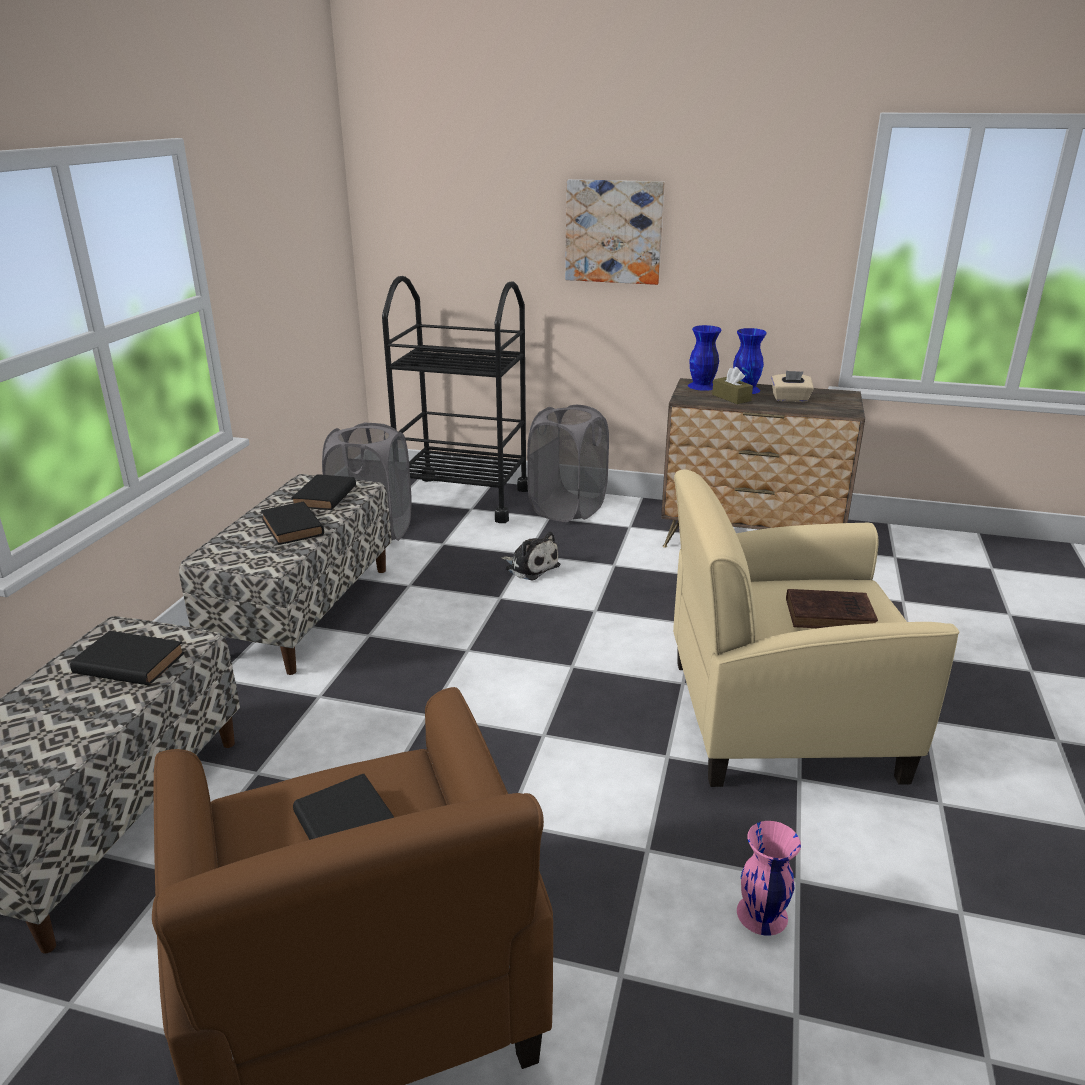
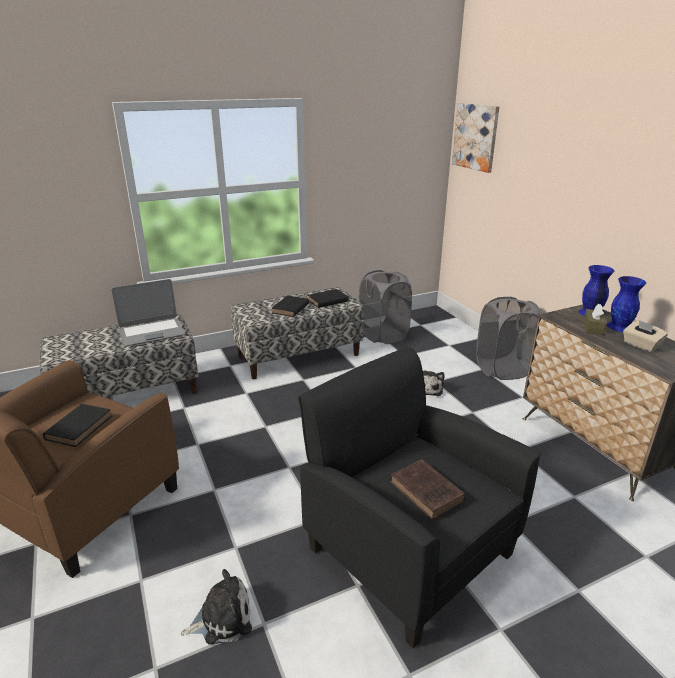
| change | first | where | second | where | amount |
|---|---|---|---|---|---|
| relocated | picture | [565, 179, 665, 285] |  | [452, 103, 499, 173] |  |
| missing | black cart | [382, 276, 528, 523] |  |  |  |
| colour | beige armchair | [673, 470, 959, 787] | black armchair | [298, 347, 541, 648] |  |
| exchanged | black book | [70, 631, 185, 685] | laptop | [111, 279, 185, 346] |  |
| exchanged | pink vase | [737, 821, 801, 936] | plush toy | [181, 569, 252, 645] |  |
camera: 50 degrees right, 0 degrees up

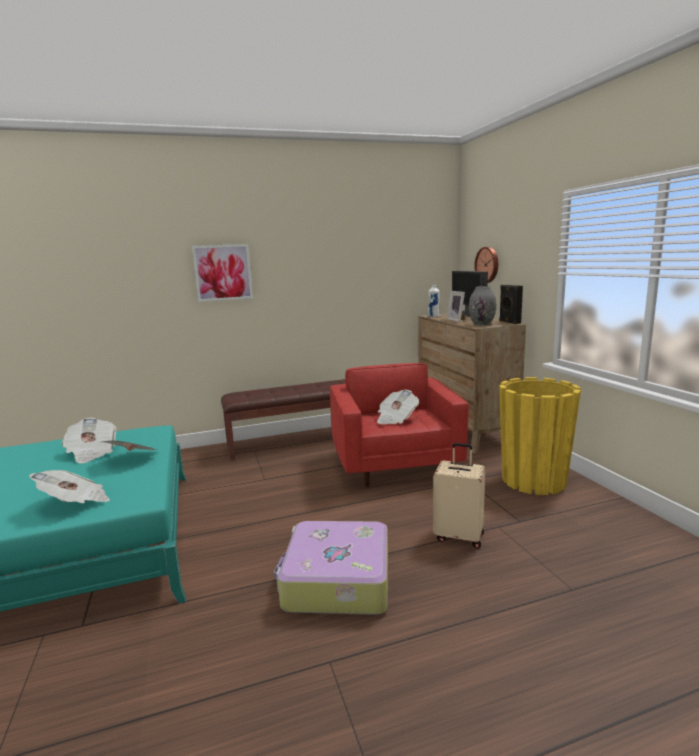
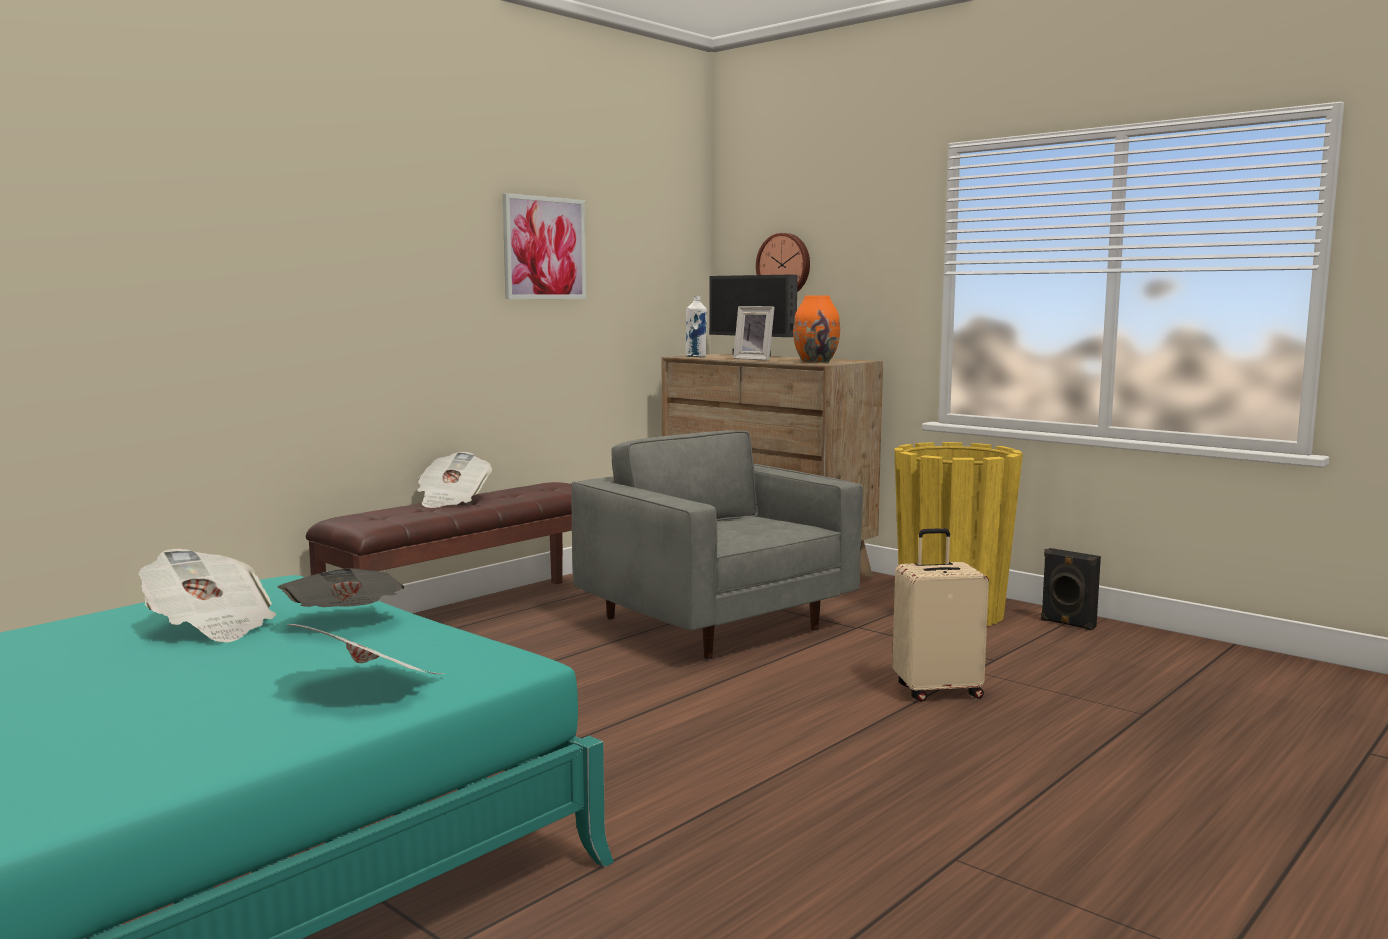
| change | first | where | second | where | amount |
|---|---|---|---|---|---|
| relocated | picture | [192, 244, 253, 302] |  | [503, 193, 586, 299] |  |
| relocated | black speaker | [499, 285, 523, 324] |  | [1041, 548, 1101, 631] |  |
| colour | grey vase | [469, 286, 496, 325] | orange vase | [793, 296, 840, 363] |  |
| colour | red armchair | [330, 363, 469, 487] | grey armchair | [571, 431, 863, 660] |  |
| relocated | newspaper | [377, 390, 419, 424] |  | [417, 452, 492, 508] |  |
| missing | suitcase | [274, 521, 388, 615] |  |  |  |
camera: 30 degrees left, 5 degrees down

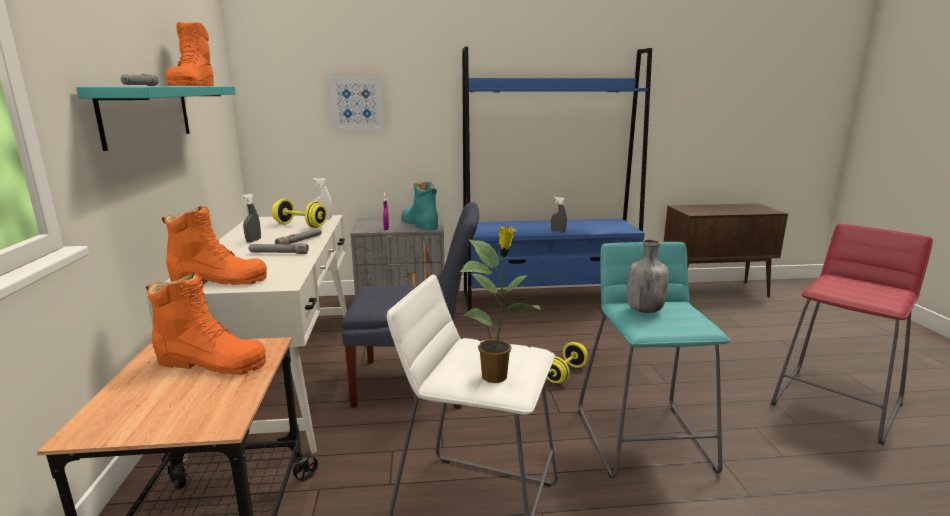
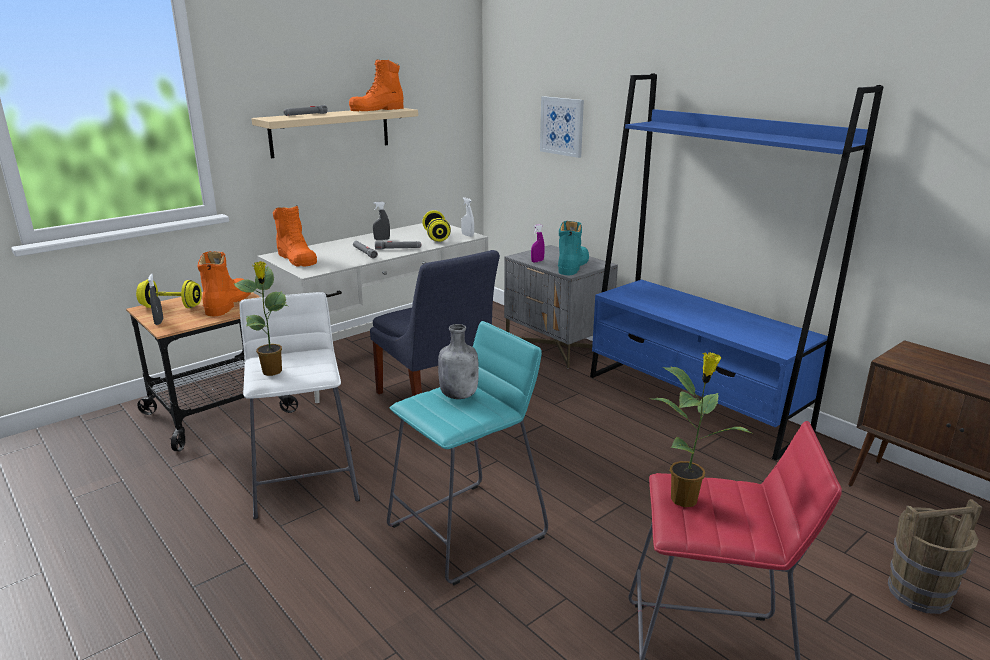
| change | first | where | second | where | amount |
|---|---|---|---|---|---|
| colour | turquoise shelf | [76, 87, 236, 151] | beige shelf | [251, 108, 418, 158] |  |
| relocated | grey spray bottle | [551, 197, 567, 232] |  | [148, 274, 163, 325] |  |
| spun | orange boot | [146, 272, 266, 375] |  | [198, 251, 251, 316] | 150 degrees counterclockwise |
| relocated | yellow dumbbell | [547, 342, 588, 383] |  | [136, 279, 202, 308] |  |
| appeared |  |  | potted plant | [648, 352, 754, 507] |  |
| appeared |  |  | brown bucket | [888, 499, 983, 614] |  |
camera: 55 degrees right, 5 degrees up

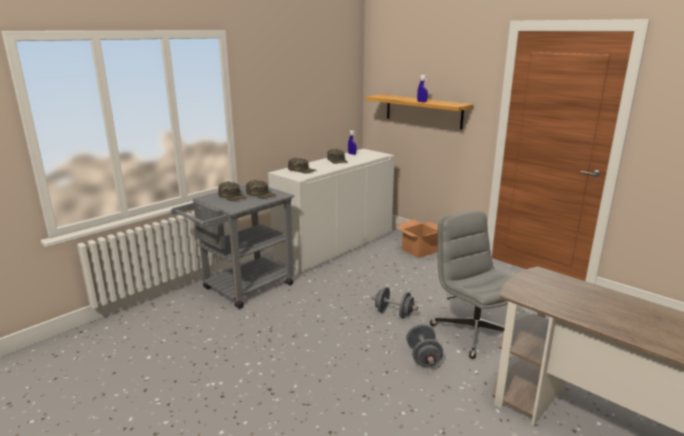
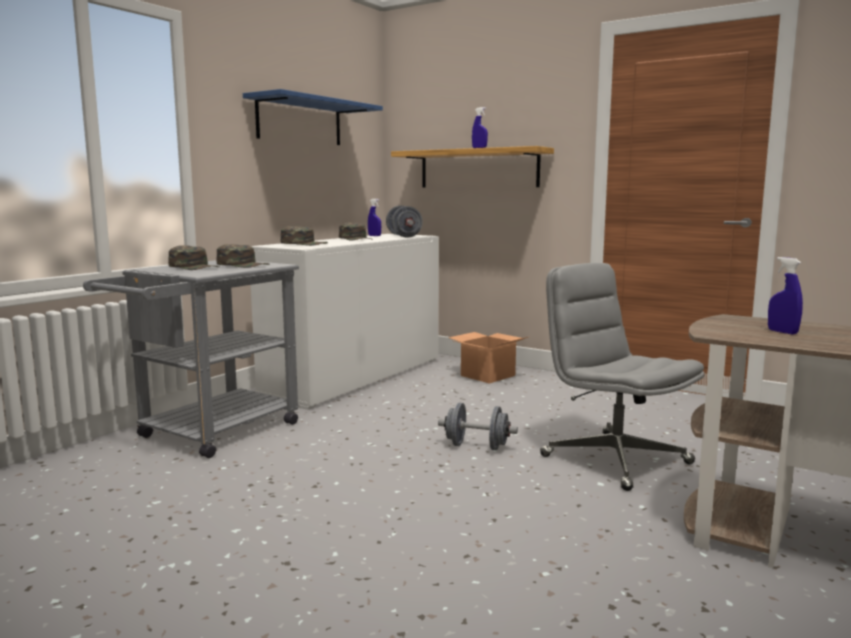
| change | first | where | second | where | amount |
|---|---|---|---|---|---|
| relocated | grey dumbbell | [406, 324, 443, 367] |  | [386, 206, 423, 237] |  |
| appeared |  |  | blue shelf | [243, 89, 383, 145] |  |
| appeared |  |  | blue spray bottle | [768, 257, 803, 334] |  |
camera: 10 degrees left, 10 degrees down

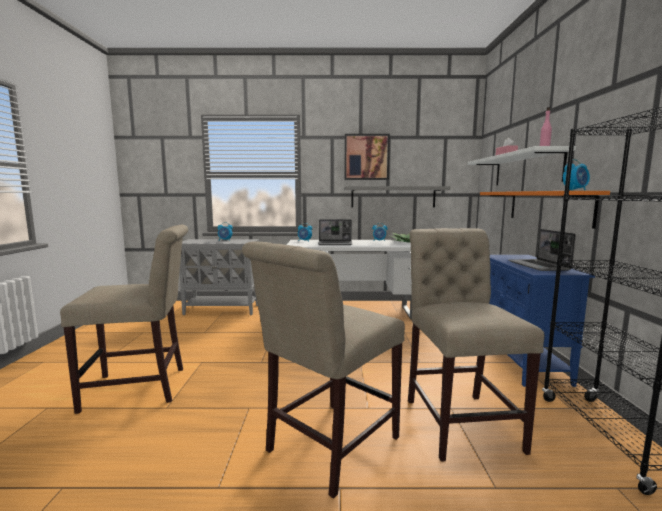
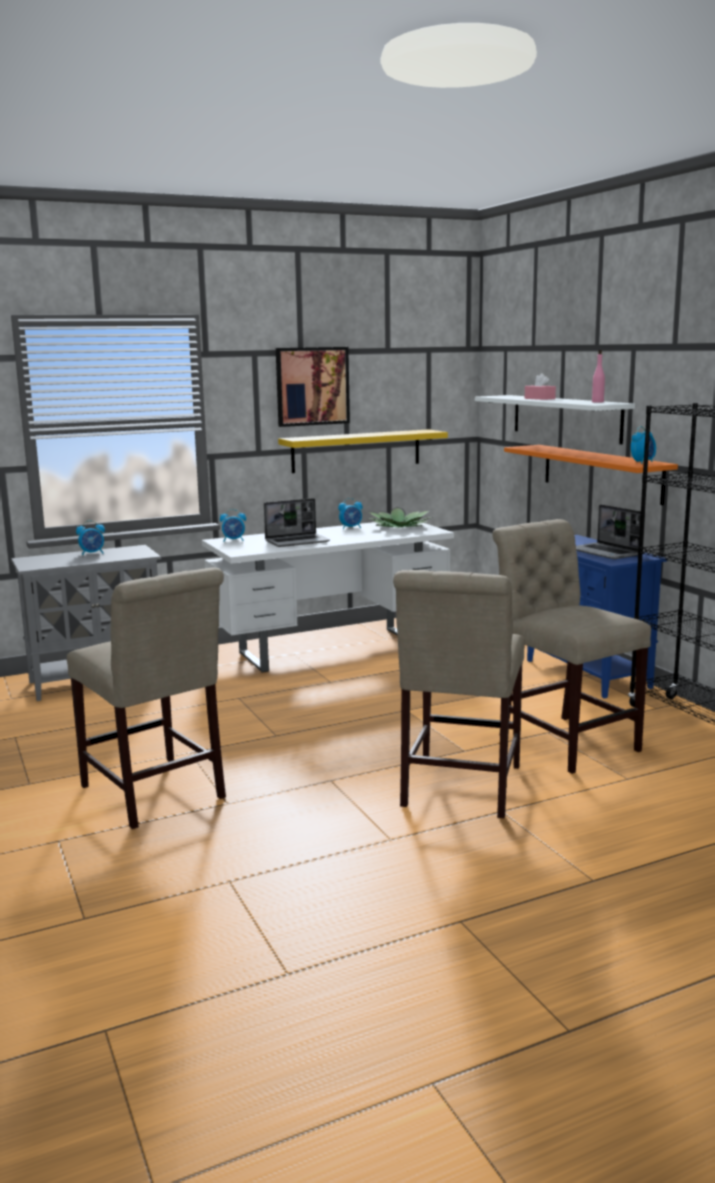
| change | first | where | second | where | amount |
|---|---|---|---|---|---|
| colour | grey shelf | [344, 186, 451, 207] | yellow shelf | [278, 429, 448, 473] |  |
| spun | beige chair | [60, 225, 188, 414] |  | [67, 568, 226, 829] | 90 degrees clockwise |
camera: 25 degrees left, 5 degrees up

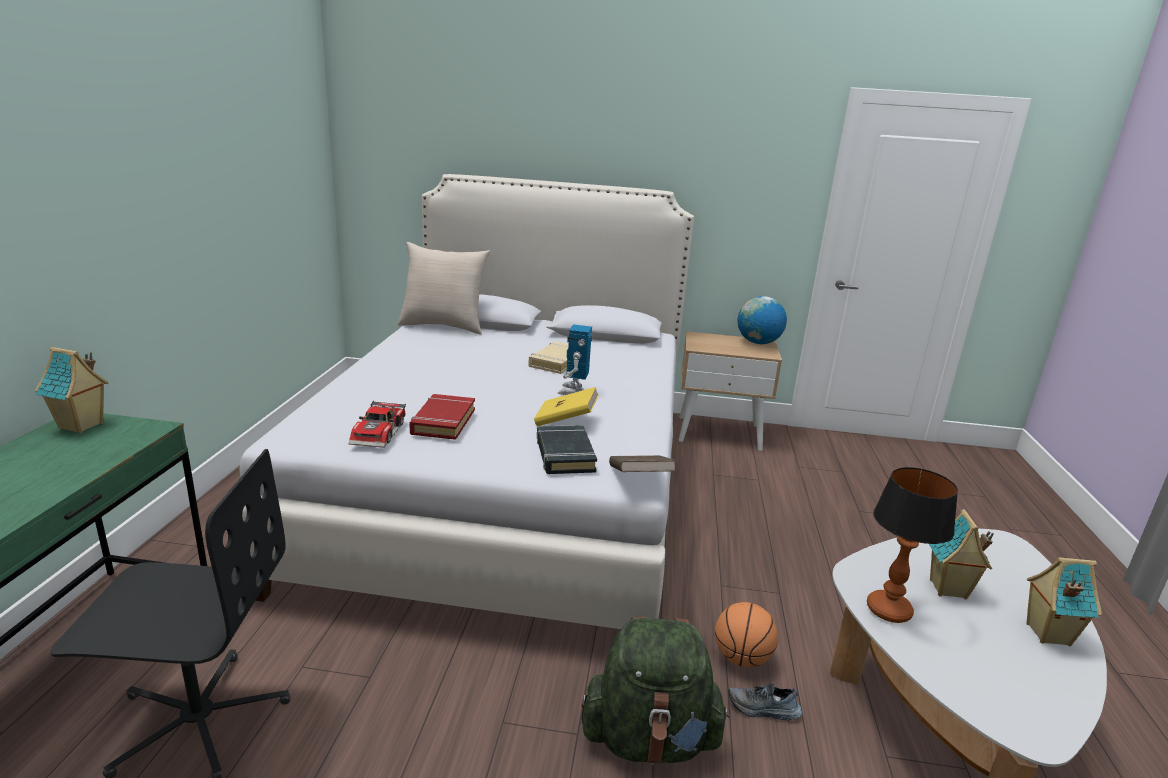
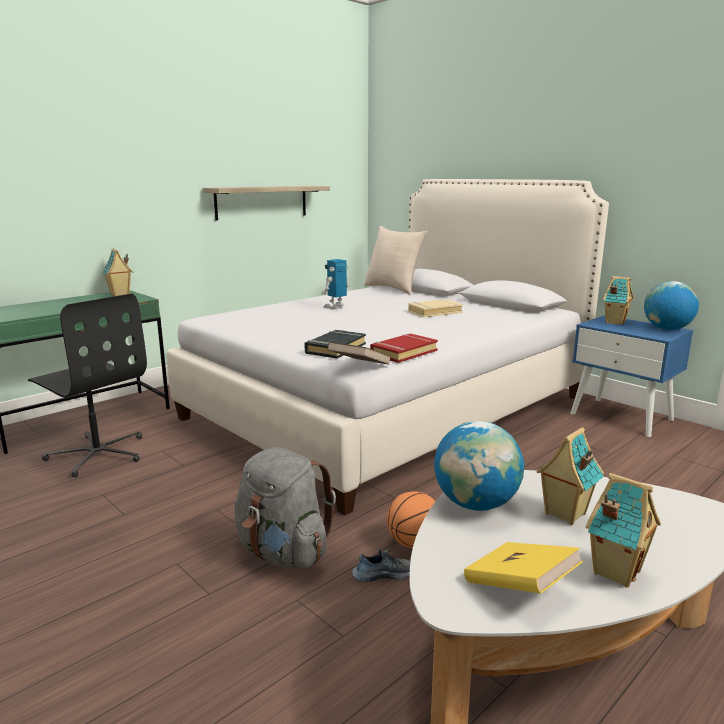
| change | first | where | second | where | amount |
|---|---|---|---|---|---|
| relocated | toy robot | [558, 324, 592, 395] |  | [321, 259, 349, 309] |  |
| colour | beige nightstand | [678, 331, 782, 451] | blue nightstand | [570, 315, 693, 437] |  |
| relocated | yellow book | [534, 387, 599, 426] |  | [464, 542, 583, 593] |  |
| relocated | red book | [409, 394, 475, 440] |  | [370, 334, 438, 363] |  |
| missing | toy car | [349, 401, 406, 448] |  |  |  |
| exchanged | table lamp | [867, 467, 958, 623] | globe | [434, 421, 524, 511] |  |
| colour | green backpack | [581, 617, 730, 765] | grey backpack | [235, 447, 336, 568] |  |
| spun | shoe | [728, 682, 802, 721] |  | [352, 550, 411, 582] | 120 degrees clockwise |
| appeared |  |  | shelf | [202, 186, 330, 221] |  |
| appeared |  |  | toy house | [603, 276, 633, 325] |  |
camera: 40 degrees right, 5 degrees down

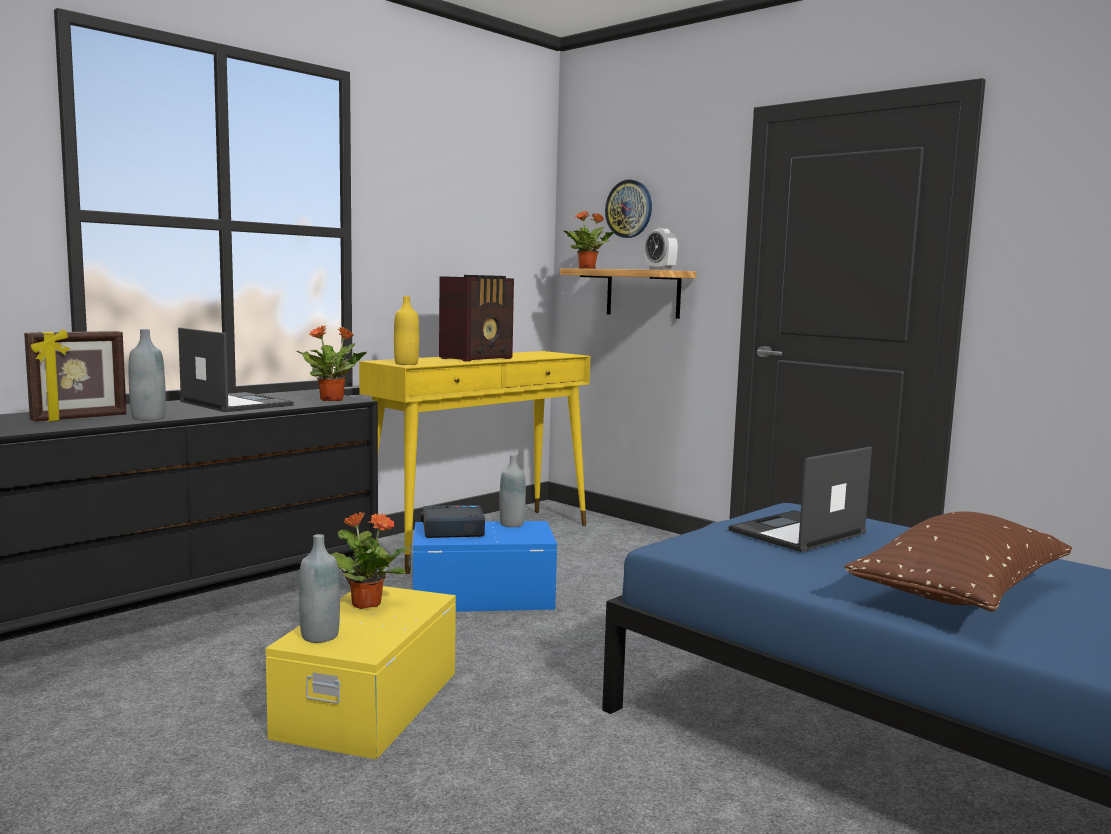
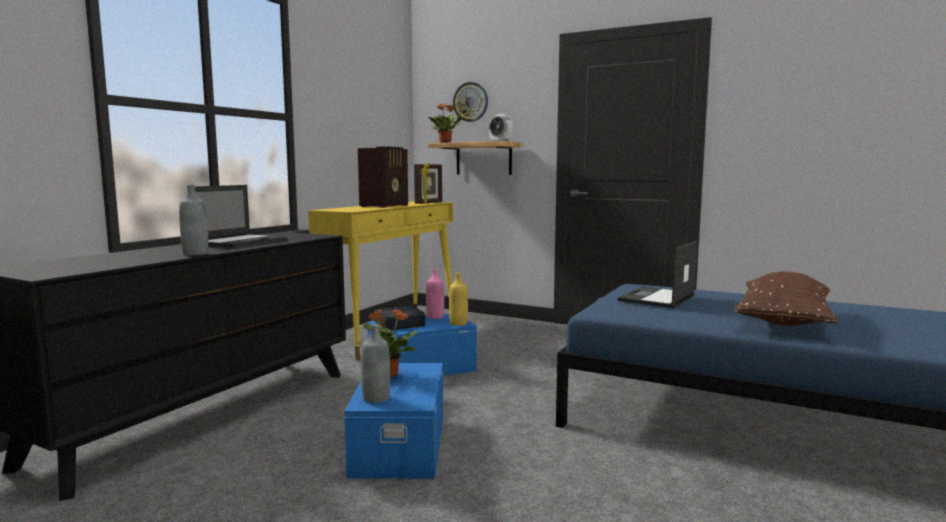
| change | first | where | second | where | amount |
|---|---|---|---|---|---|
| relocated | yellow bottle | [394, 296, 419, 365] |  | [449, 273, 468, 326] |  |
| missing | potted plant | [296, 325, 367, 401] |  |  |  |
| spun | laptop | [178, 328, 294, 412] |  | [195, 185, 287, 248] | 90 degrees clockwise |
| relocated | picture frame | [24, 329, 127, 422] |  | [414, 162, 442, 204] |  |
| colour | grey bottle | [499, 454, 526, 527] | pink bottle | [426, 269, 444, 319] |  |
| colour | yellow storage box | [266, 586, 456, 760] | blue storage box | [344, 363, 443, 479] |  |
camera: 15 degrees left, 0 degrees up

